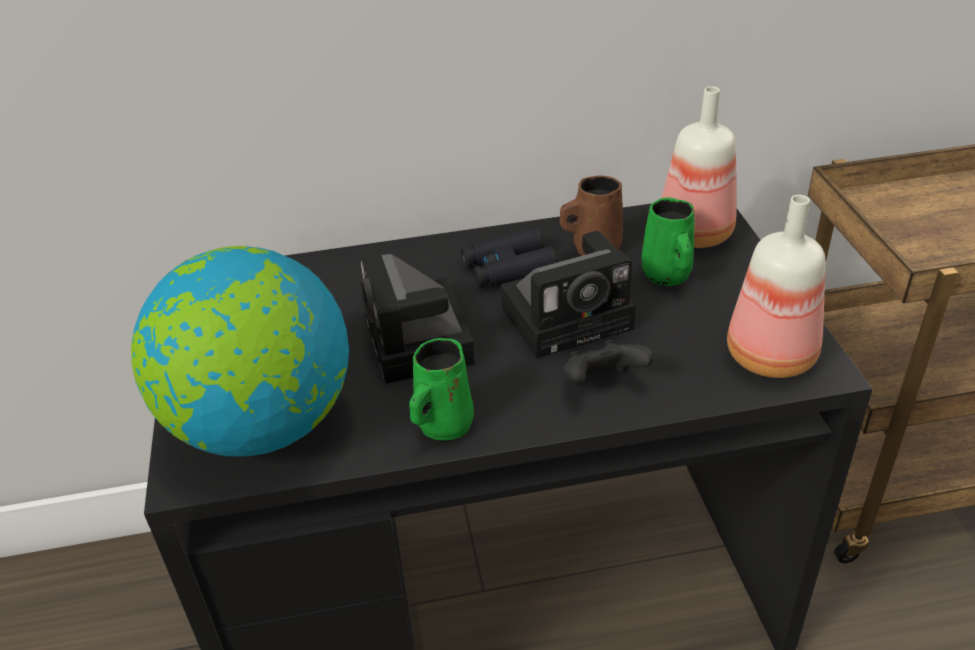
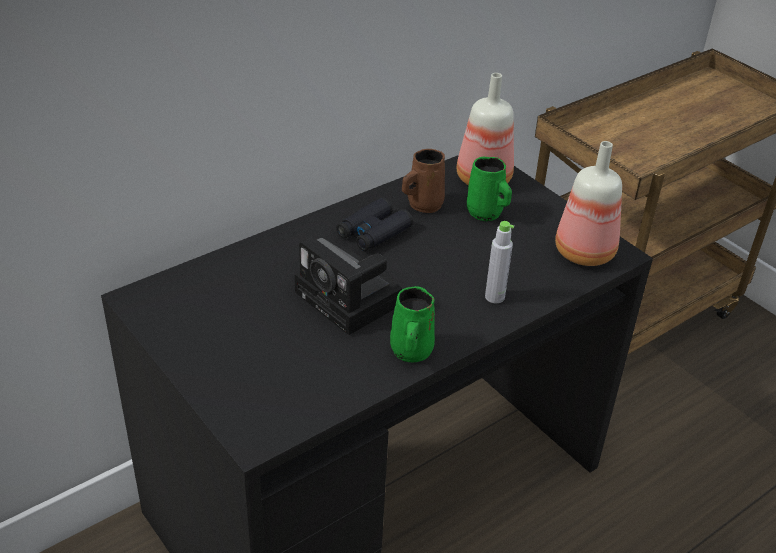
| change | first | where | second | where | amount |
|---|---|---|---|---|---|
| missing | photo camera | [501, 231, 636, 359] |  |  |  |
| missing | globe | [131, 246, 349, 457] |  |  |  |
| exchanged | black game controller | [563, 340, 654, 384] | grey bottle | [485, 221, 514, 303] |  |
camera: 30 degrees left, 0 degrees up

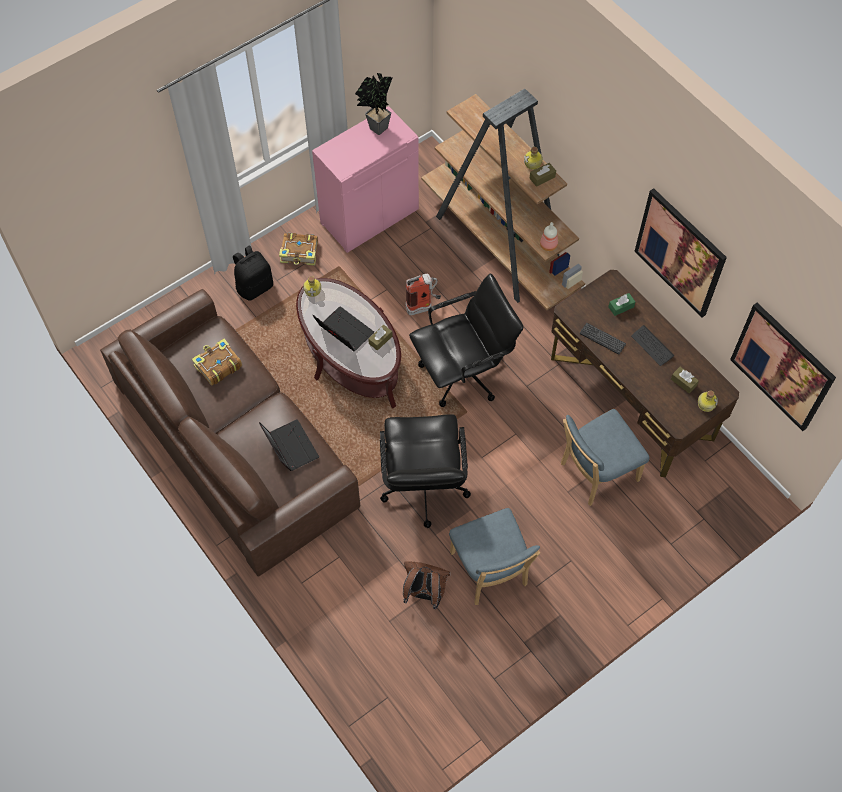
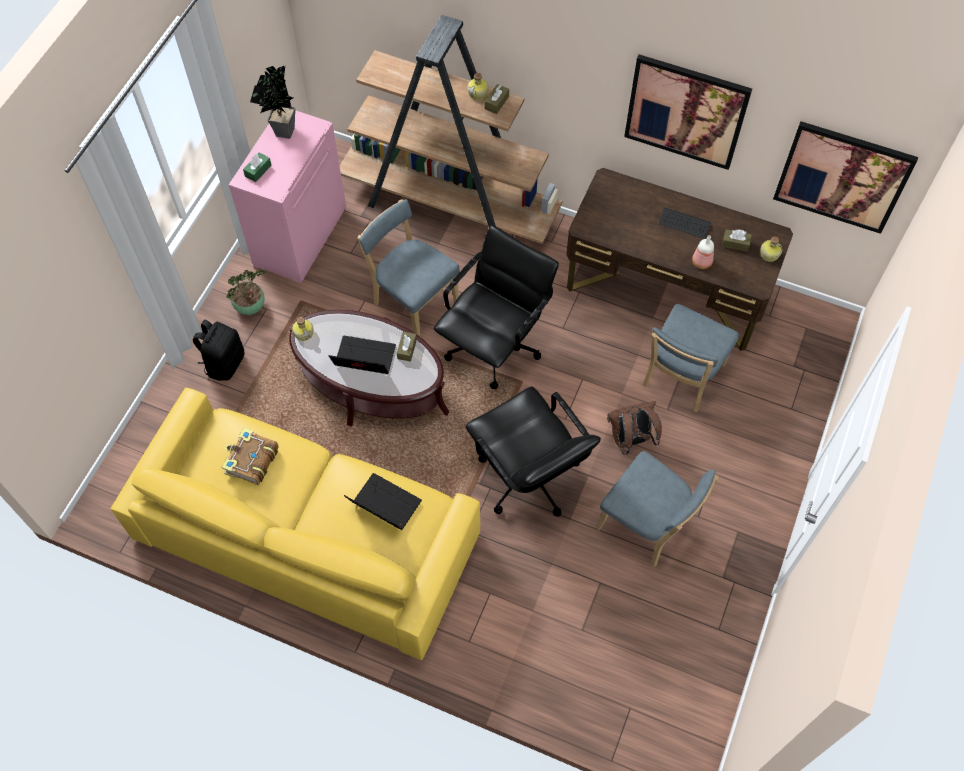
| change | first | where | second | where | amount |
|---|---|---|---|---|---|
| relocated | bottle | [540, 222, 558, 251] |  | [692, 235, 714, 269] |  |
| exchanged | book | [279, 233, 318, 266] | potted plant | [227, 269, 265, 315] |  |
| exchanged | fire extinguisher | [405, 274, 441, 315] | blue chair | [357, 199, 460, 337] |  |
| colour | brown sofa | [100, 289, 360, 577] | yellow sofa | [111, 388, 480, 660] |  |
| relocated | green tissue box | [608, 293, 635, 316] |  | [243, 152, 272, 182] |  |
| missing | keyboard | [580, 323, 626, 354] |  |  |  |
| relocated | brown backpack | [403, 561, 450, 609] |  | [607, 401, 662, 455] |  |
camera: 30 degrees left, 0 degrees up

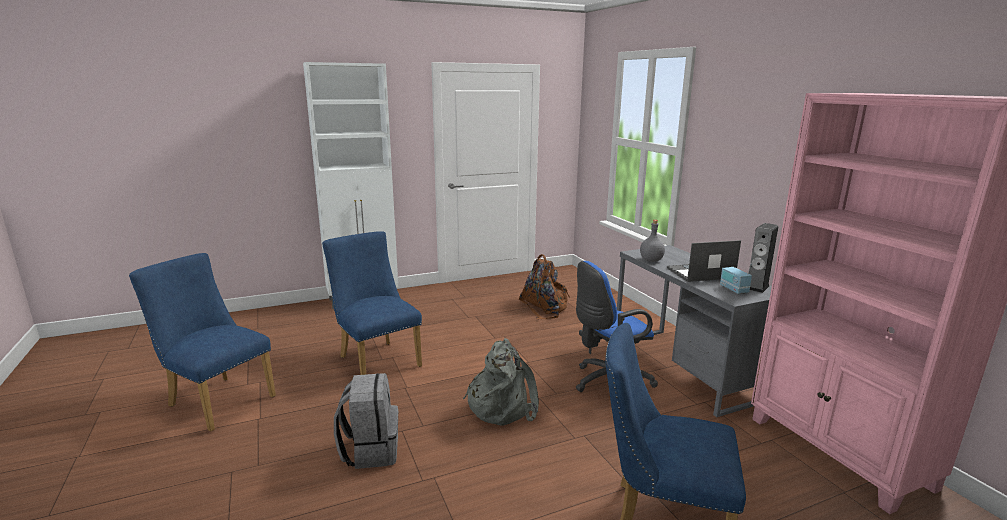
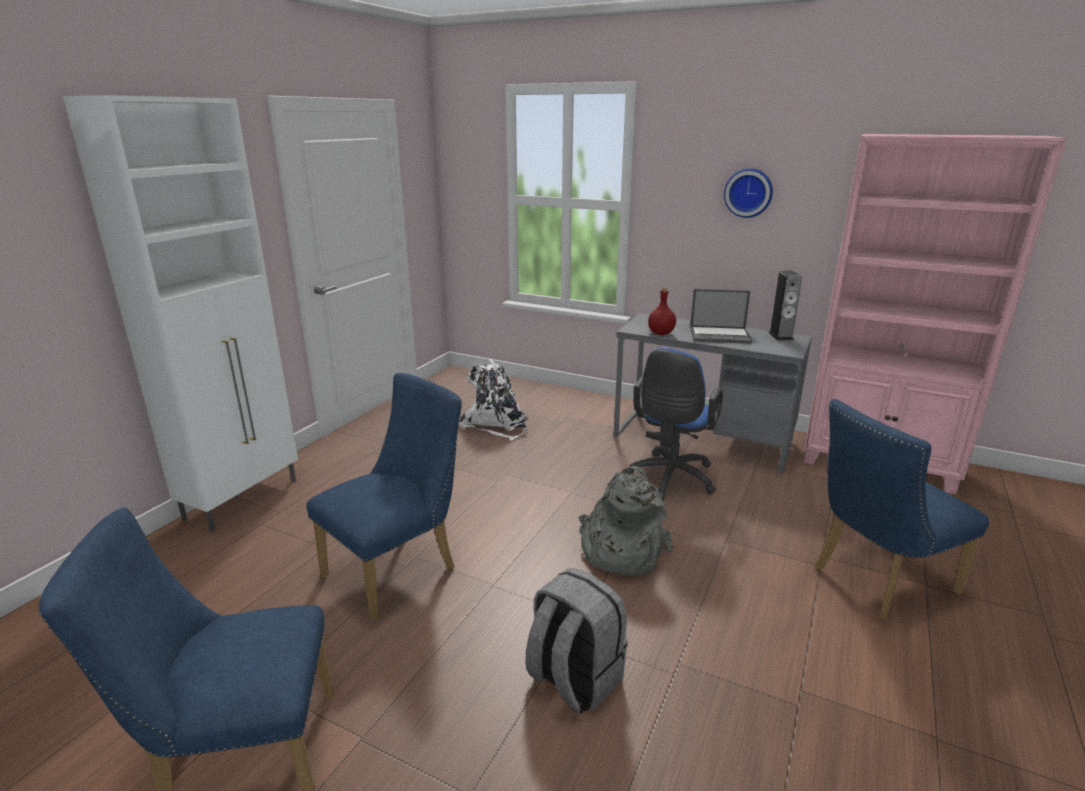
| change | first | where | second | where | amount |
|---|---|---|---|---|---|
| colour | grey bottle | [640, 220, 665, 262] | red bottle | [648, 287, 676, 335] |  |
| spun | blue chair | [322, 231, 422, 375] |  | [306, 373, 462, 622] | 120 degrees clockwise |
| spun | laptop | [667, 240, 741, 282] |  | [690, 289, 752, 344] | 120 degrees counterclockwise |
| colour | brown backpack | [519, 254, 570, 320] | white backpack | [459, 358, 528, 441] |  |
| missing | radio | [720, 263, 752, 294] |  |  |  |
| appeared |  |  | wall clock | [724, 168, 773, 218] |  |
camera: 40 degrees left, 5 degrees up

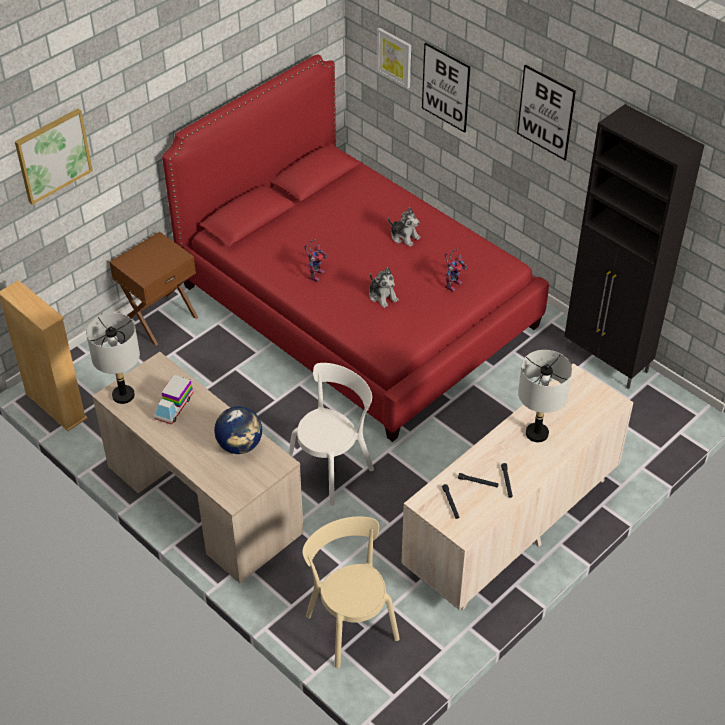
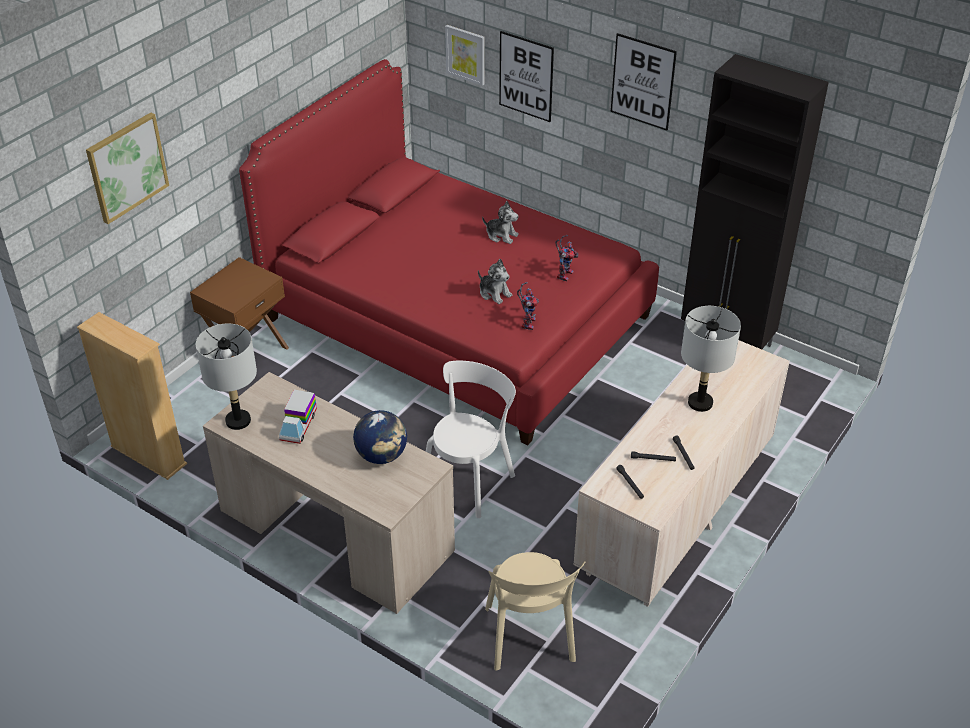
| change | first | where | second | where | amount |
|---|---|---|---|---|---|
| relocated | toy robot | [304, 239, 328, 282] |  | [517, 282, 539, 330] |  |
| spun | beige chair | [302, 516, 400, 668] |  | [485, 552, 586, 671] | 150 degrees counterclockwise |
camera: 10 degrees left, 5 degrees down

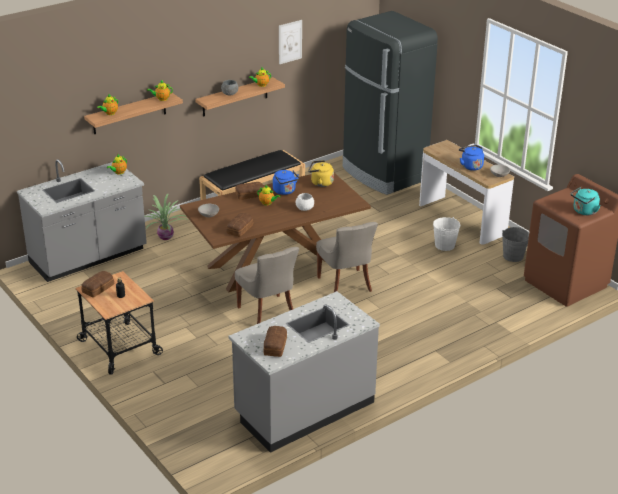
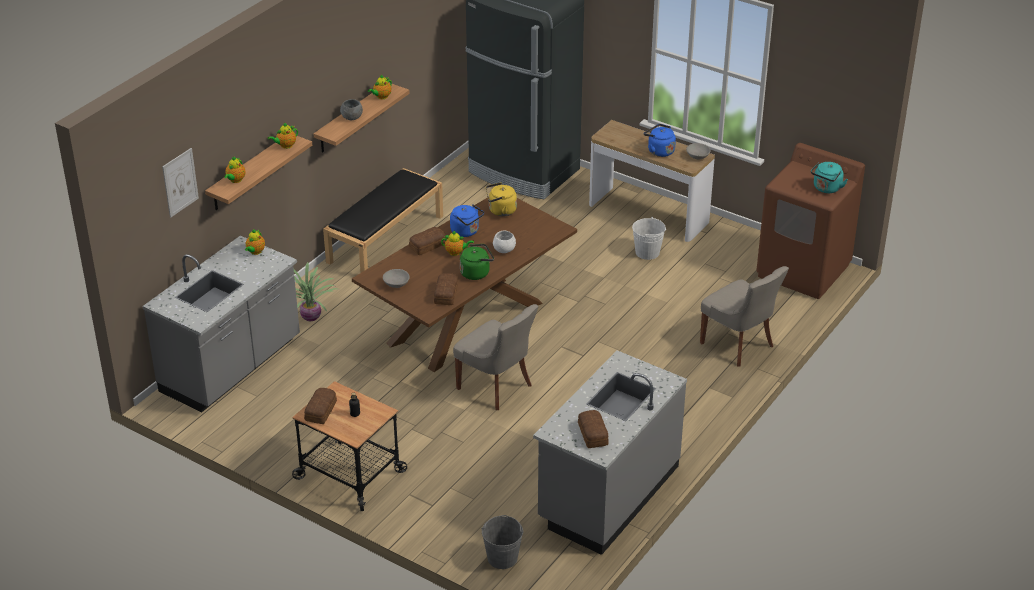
| change | first | where | second | where | amount |
|---|---|---|---|---|---|
| relocated | picture | [279, 20, 302, 64] |  | [162, 148, 199, 217] |  |
| relocated | grey chair | [316, 222, 378, 292] |  | [700, 266, 789, 367] |  |
| relocated | grey bucket | [502, 227, 529, 262] |  | [481, 515, 524, 569] |  |
| appeared |  |  | green kettle | [460, 244, 494, 280] |  |
camera: 20 degrees left, 5 degrees up

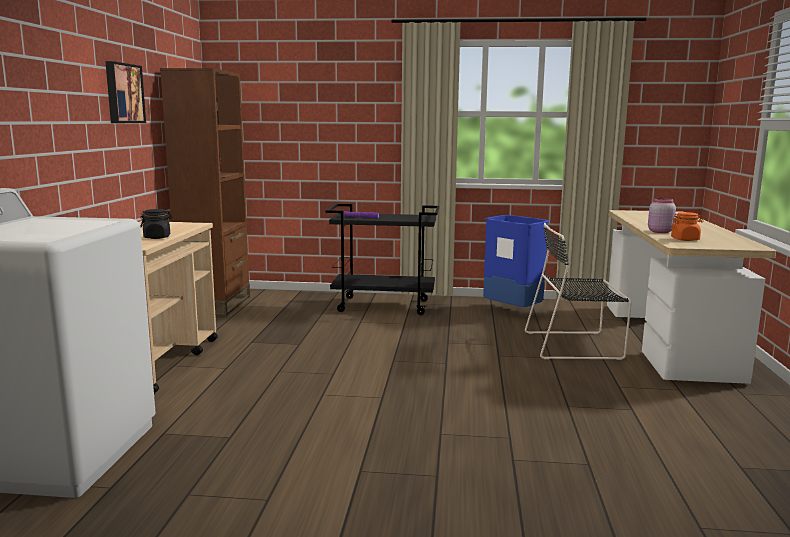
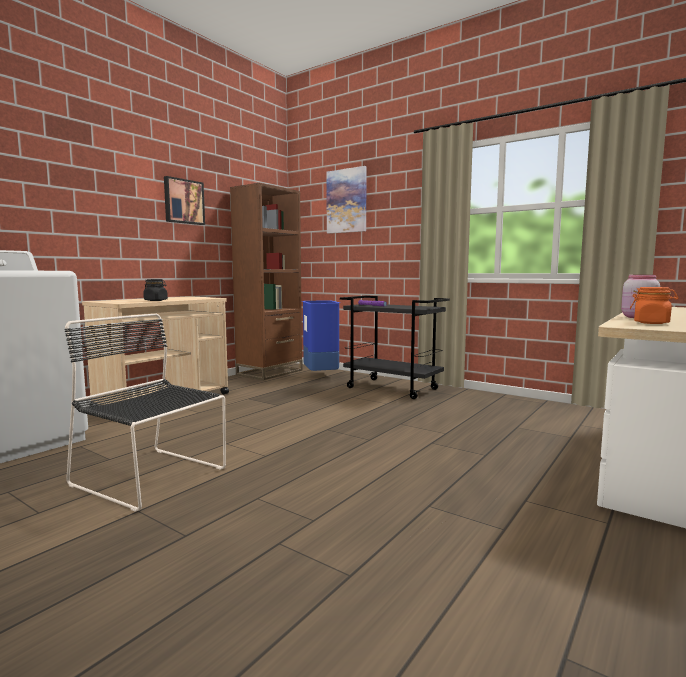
| change | first | where | second | where | amount |
|---|---|---|---|---|---|
| relocated | blue trash can | [483, 215, 549, 307] |  | [302, 300, 340, 371] |  |
| relocated | black chair | [525, 223, 632, 360] |  | [65, 314, 226, 512] |  |
| appeared |  |  | picture | [326, 166, 367, 234] |  |
camera: 30 degrees right, 5 degrees down

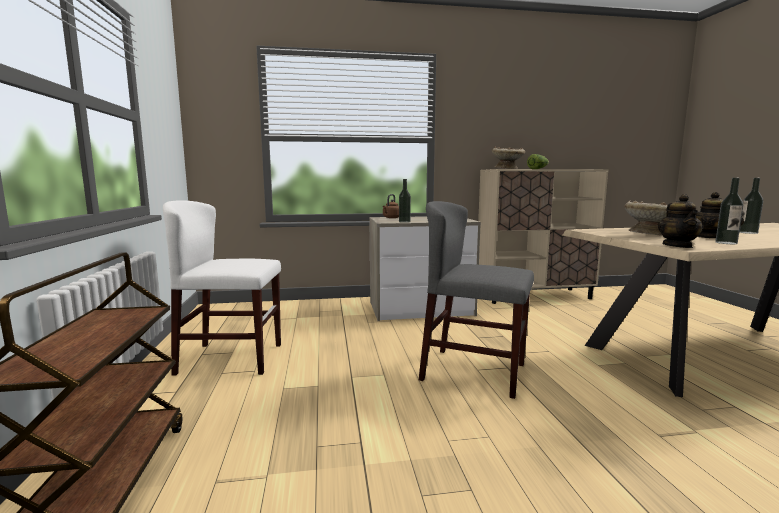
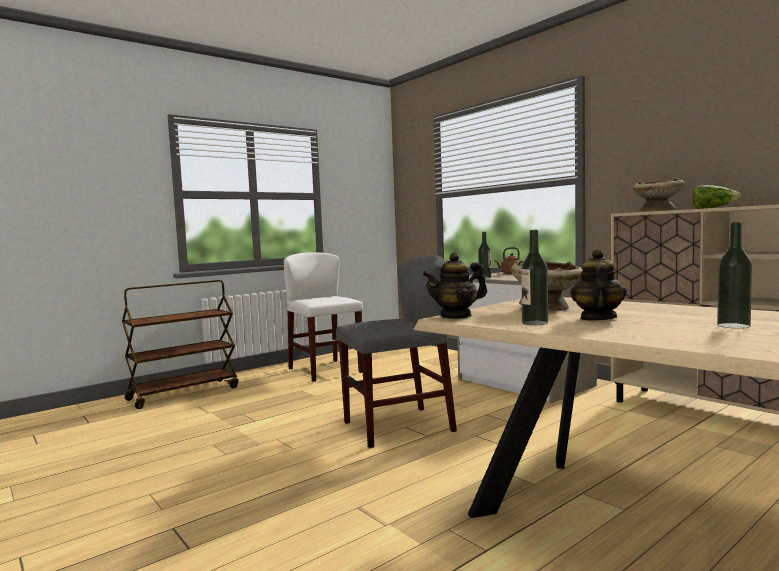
| change | first | where | second | where | amount |
|---|---|---|---|---|---|
| spun | grey chair | [419, 201, 534, 399] |  | [336, 255, 457, 448] | 75 degrees clockwise |
camera: 60 degrees right, 5 degrees down

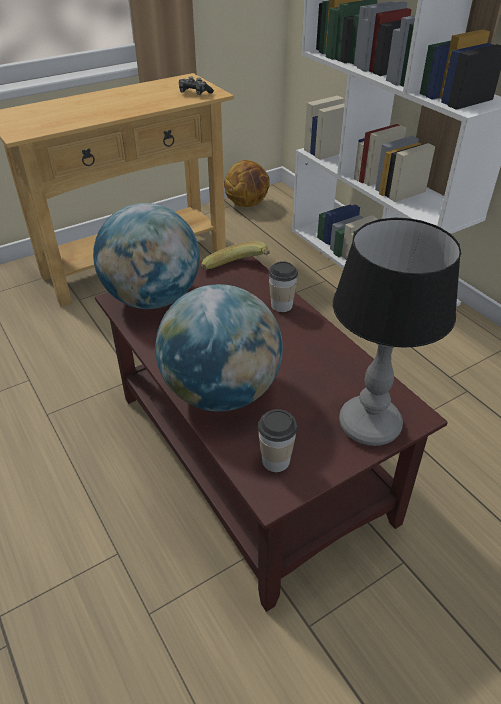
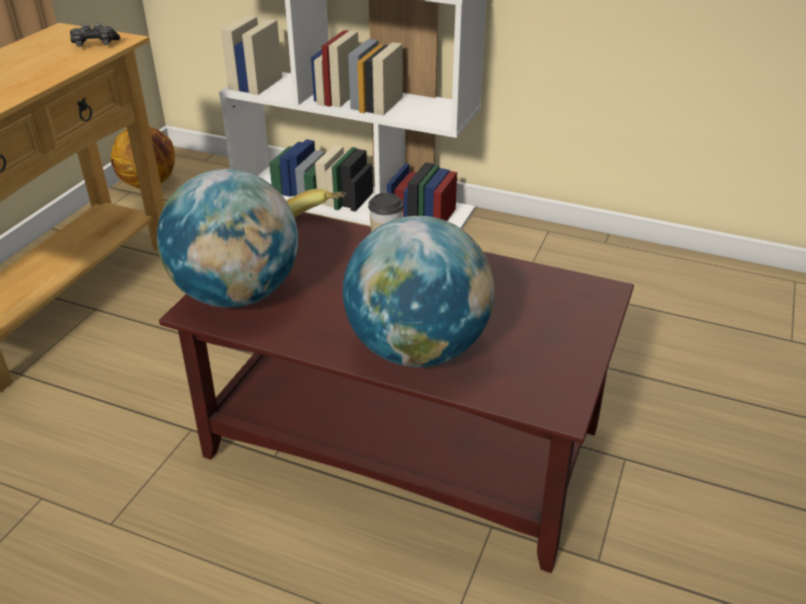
| change | first | where | second | where | amount |
|---|---|---|---|---|---|
| missing | table lamp | [333, 218, 461, 446] |  |  |  |
| missing | cup | [258, 409, 297, 472] |  |  |  |
camera: 35 degrees left, 5 degrees down

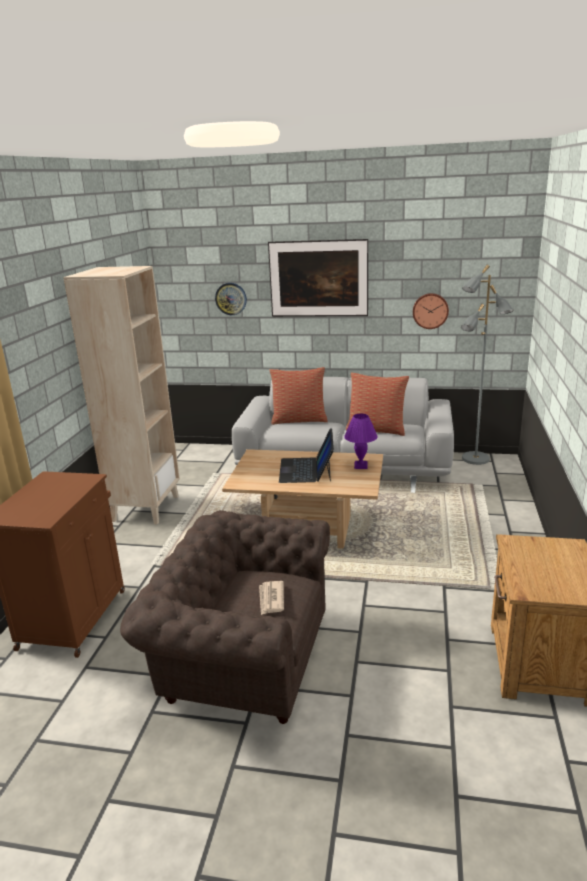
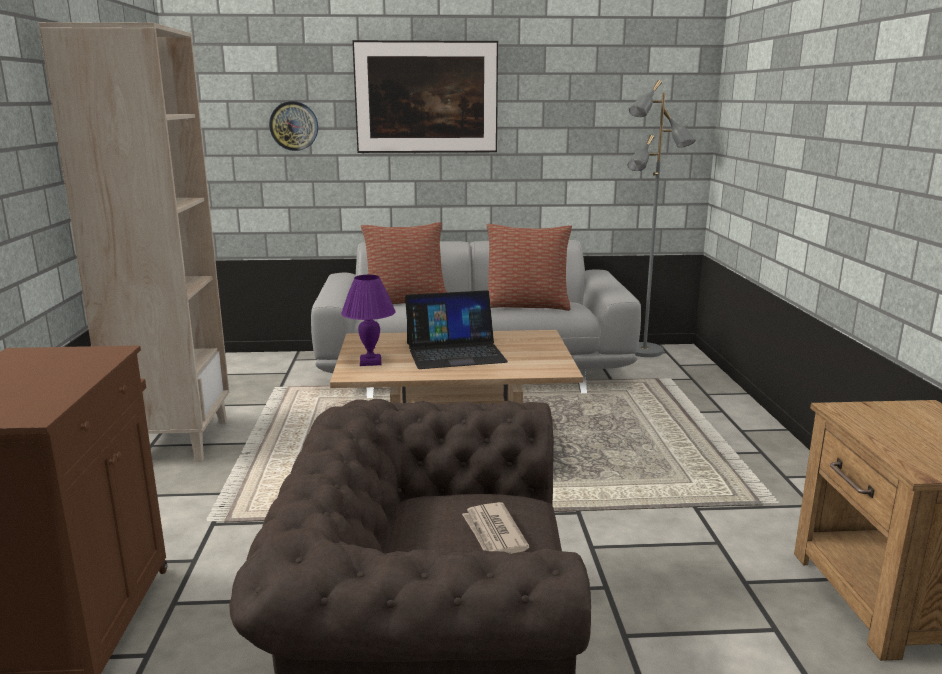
| change | first | where | second | where | amount |
|---|---|---|---|---|---|
| missing | wall clock | [413, 293, 449, 329] |  |  |  |
| relocated | purple table lamp | [344, 414, 378, 469] |  | [341, 275, 396, 366] |  |
| spun | laptop | [279, 428, 334, 483] |  | [405, 290, 508, 369] | 90 degrees counterclockwise |
camera: 15 degrees left, 5 degrees down

